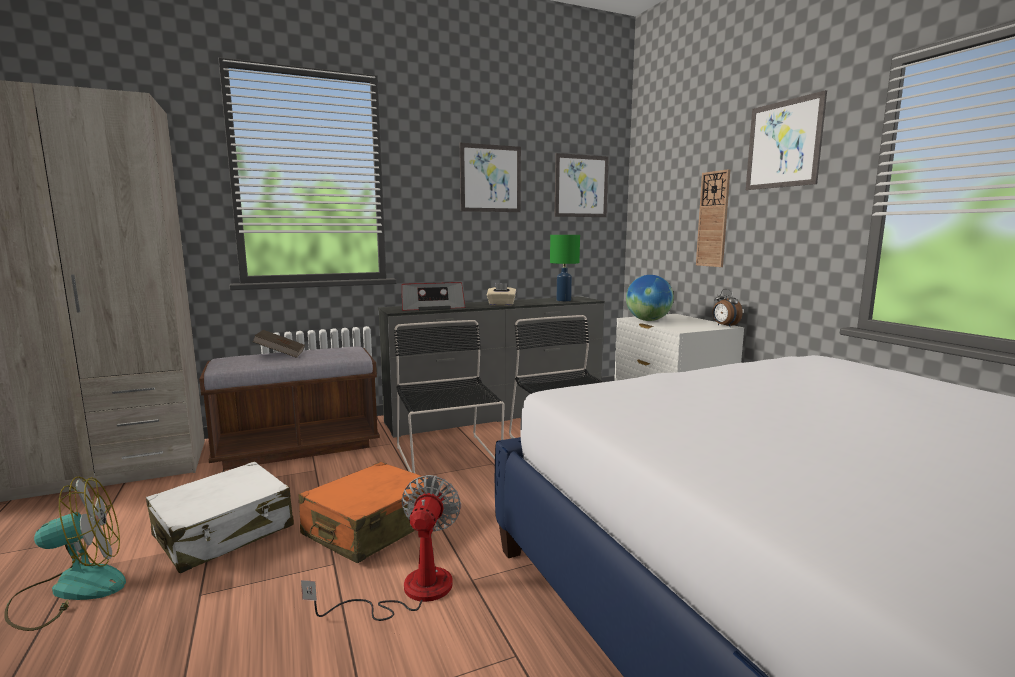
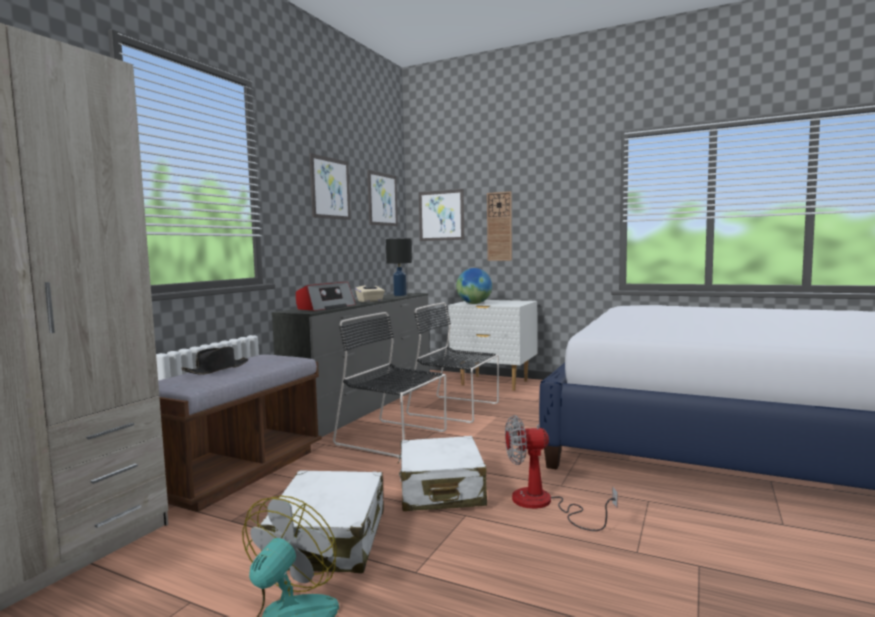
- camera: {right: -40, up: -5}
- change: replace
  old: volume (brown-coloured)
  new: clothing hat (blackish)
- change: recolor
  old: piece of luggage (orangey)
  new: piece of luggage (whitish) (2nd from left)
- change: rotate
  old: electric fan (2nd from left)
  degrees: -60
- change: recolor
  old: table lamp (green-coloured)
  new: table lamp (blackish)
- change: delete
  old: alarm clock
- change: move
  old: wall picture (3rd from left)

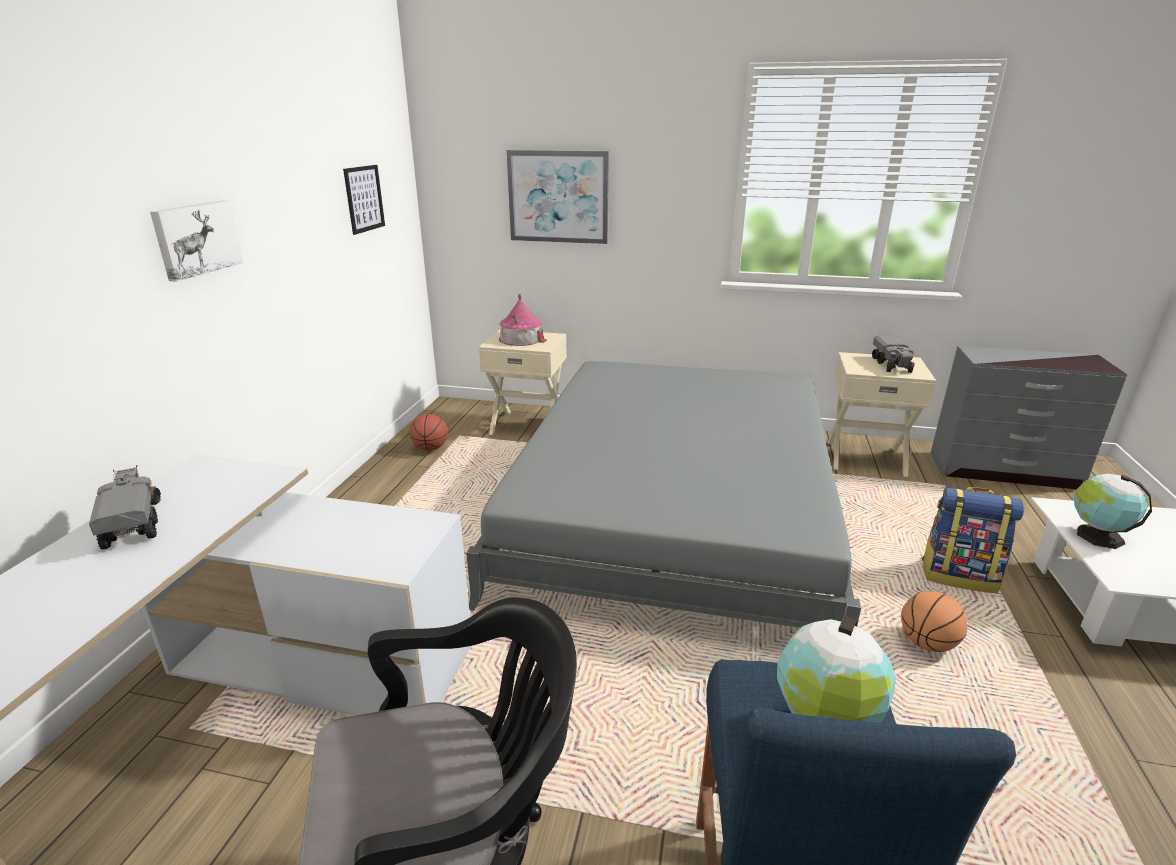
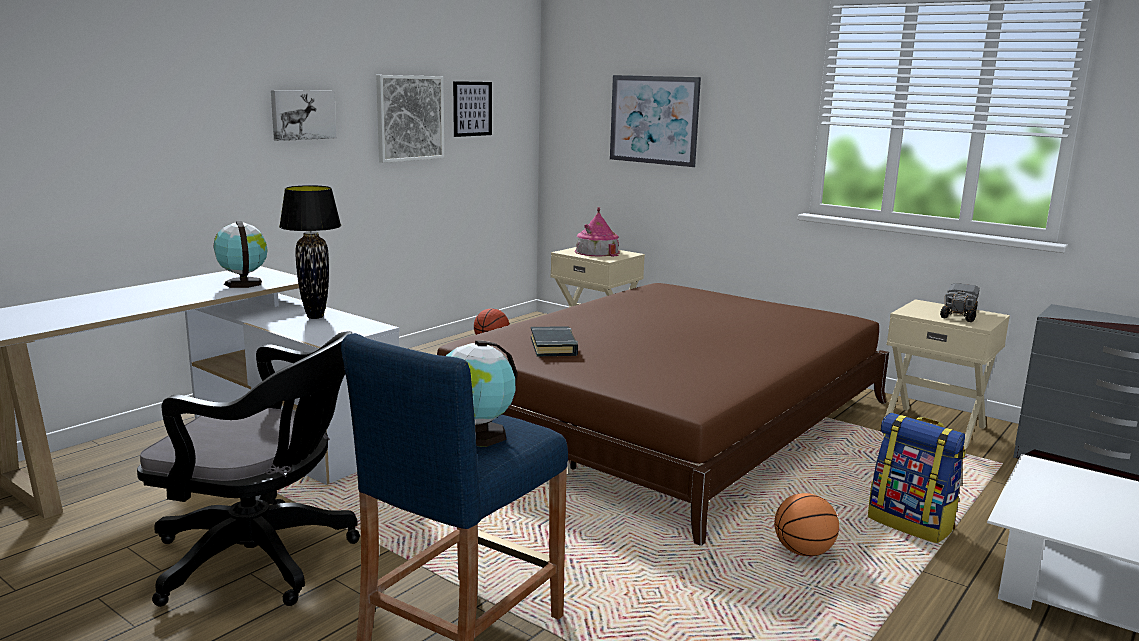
- camera: {right: 25, up: -10}
- change: delete
  old: toy lorry (1st from left)
- change: recolor
  old: sleeping bed (greyish)
  new: sleeping bed (brown-coloured)
- change: move
  old: world globe (2nd from left in the first image)
  new: world globe (1st from left)
- change: insert
  new: table lamp (blackish)
- change: insert
  new: wall picture (2nd from left)
- change: insert
  new: volume (blackish)

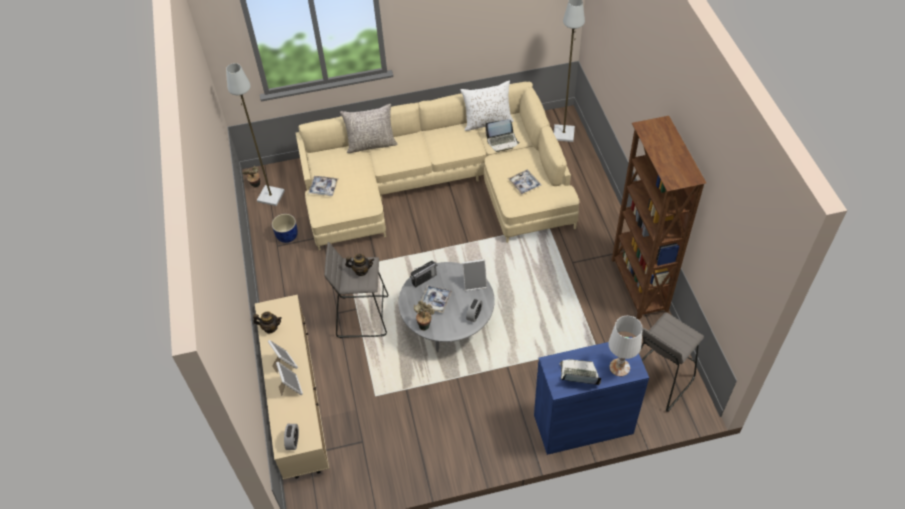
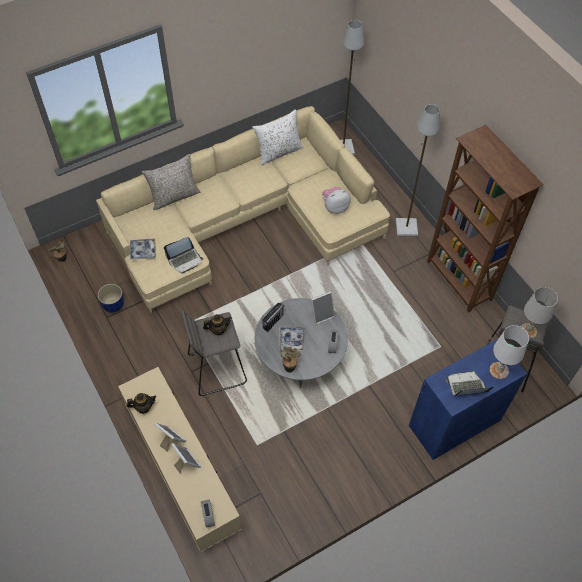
- camera: {right: -20, up: 5}
- change: move
  old: standard lamp (greyish) (1st from left in the first image)
  new: standard lamp (greyish) (2nd from left)
- change: move
  old: laptop (1st from left)
- change: replace
  old: carrying tray (3rd from left)
  new: soft toy
- change: insert
  new: table lamp (whitish) (2nd from left)

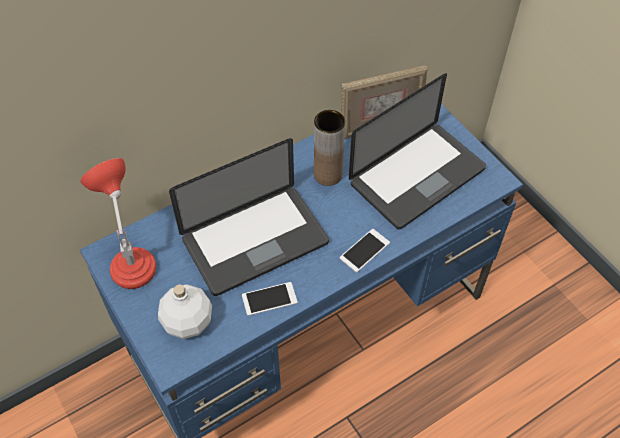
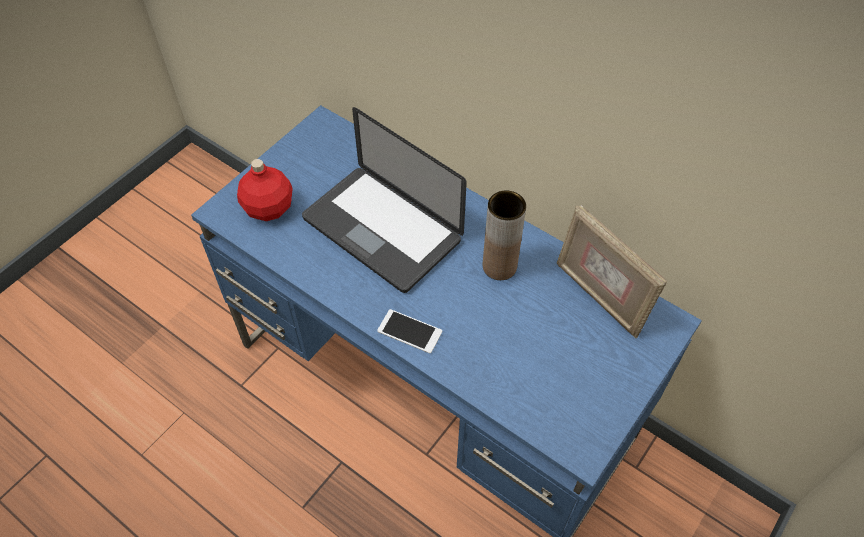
- camera: {right: 70, up: 0}
- change: delete
  old: table lamp (red-coloured)
- change: recolor
  old: bottle (whitish)
  new: bottle (red-coloured)
- change: delete
  old: phone (1st from left)
- change: delete
  old: laptop (2nd from left)

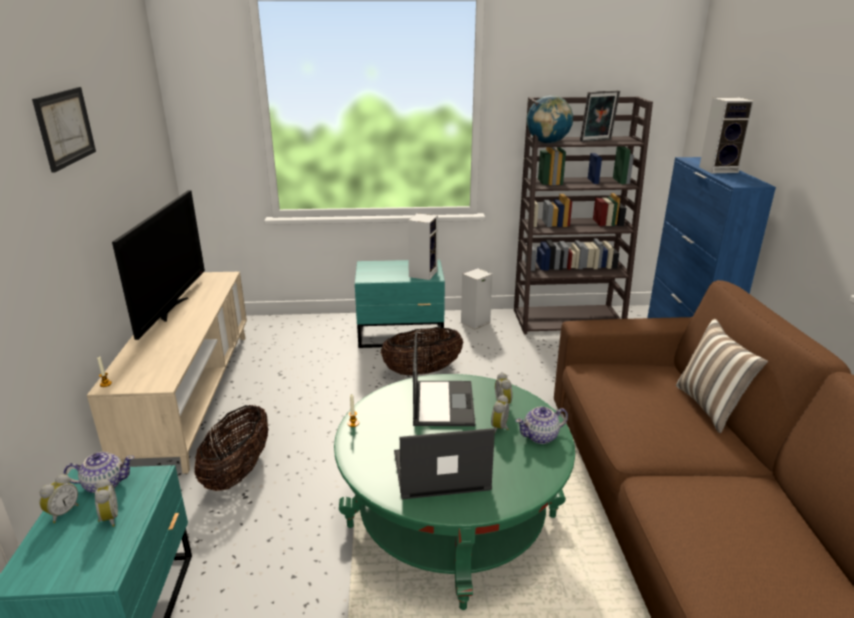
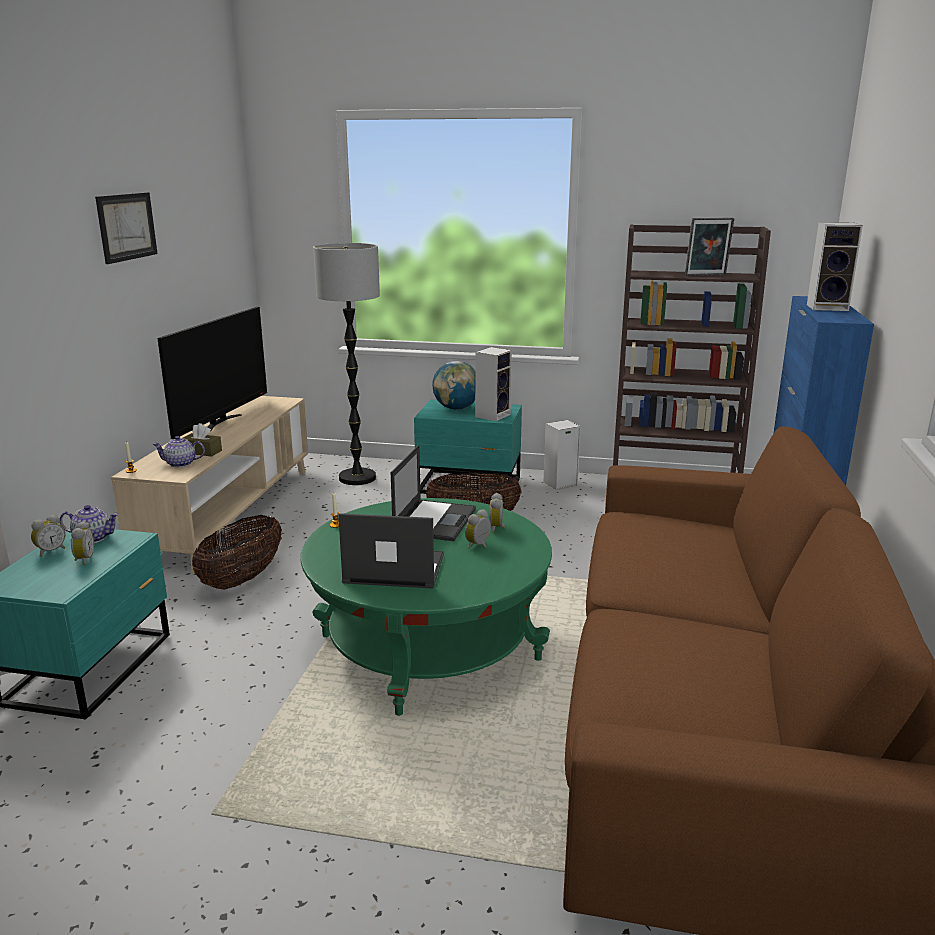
- camera: {right: 15, up: -5}
- change: move
  old: teapot (2nd from left)
- change: move
  old: world globe
- change: delete
  old: throw pillow
- change: insert
  new: tissue holder (brown-coloured)
- change: insert
  new: standard lamp

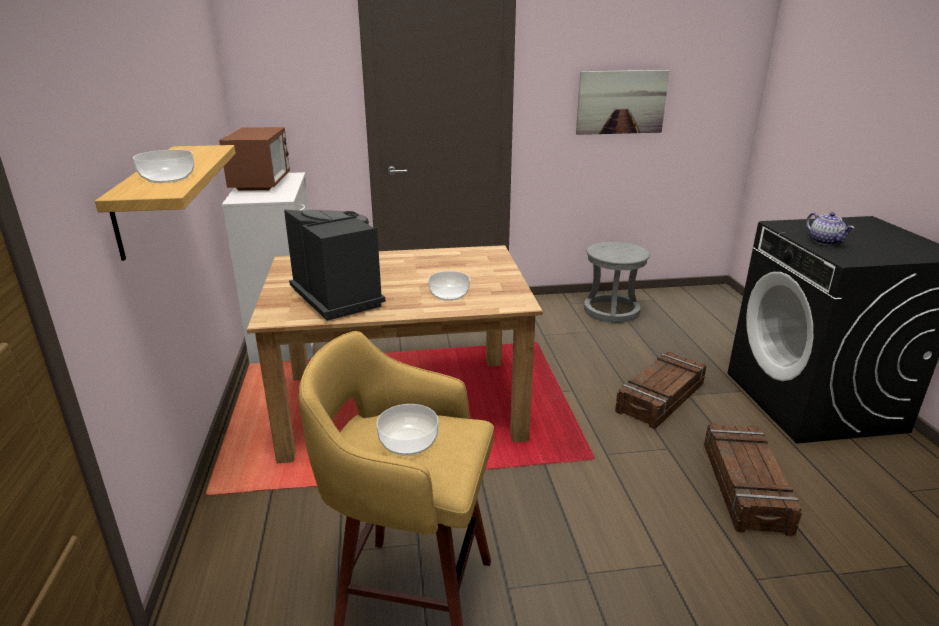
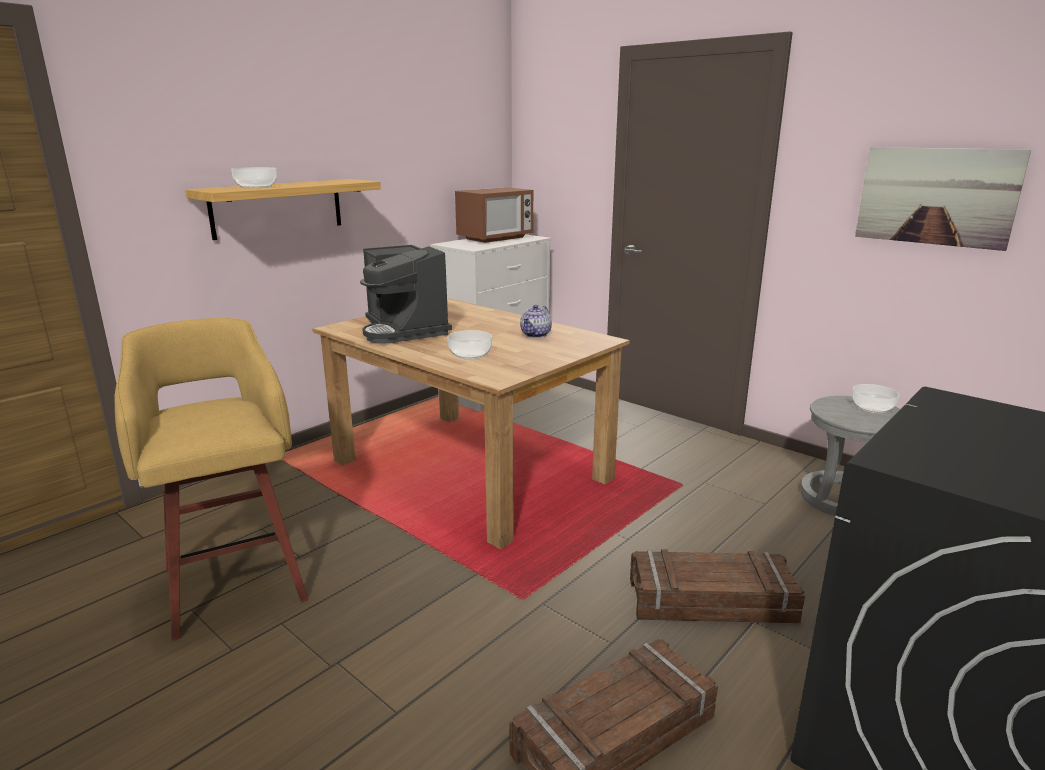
- camera: {right: 50, up: -5}
- change: rotate
  old: coffee brewer
  degrees: 135
- change: move
  old: bowl (2nd from left in the first image)
  new: bowl (3rd from left)
- change: move
  old: teapot

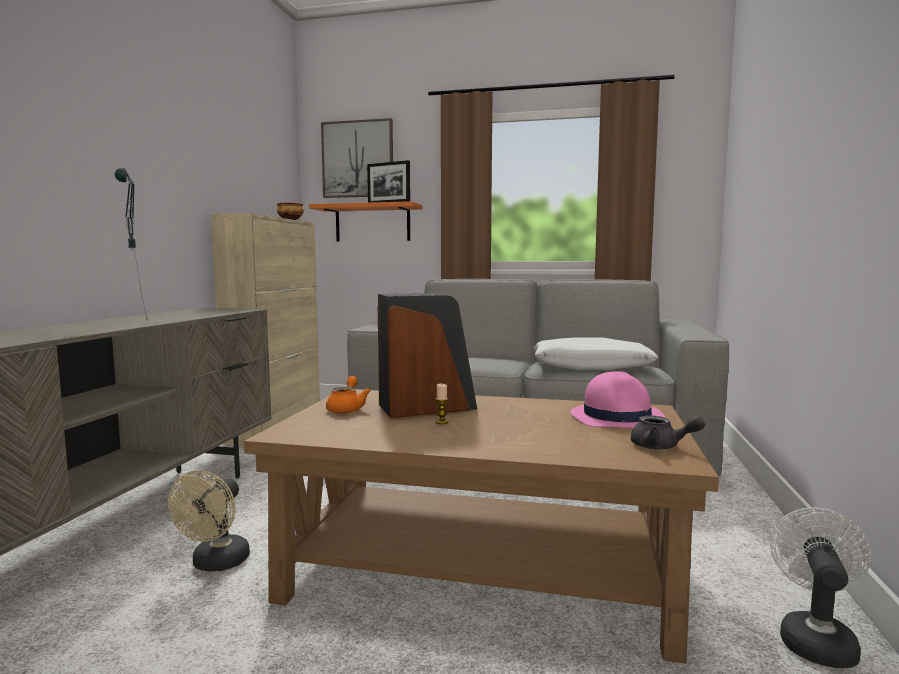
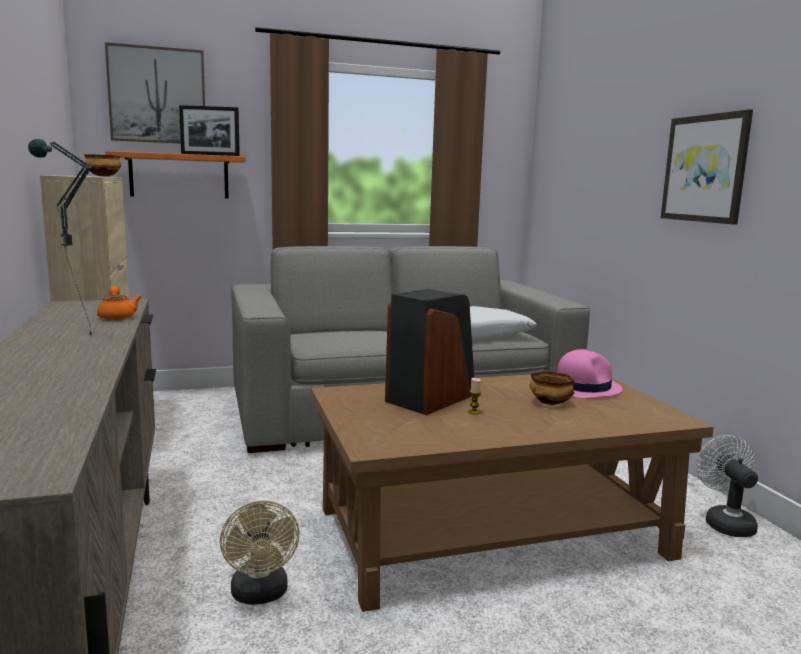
- camera: {right: -30, up: 5}
- change: move
  old: teapot (orangey)
- change: delete
  old: teapot (greyish)
- change: insert
  new: bowl (2nd from left)
- change: insert
  new: wall picture (2nd from left)

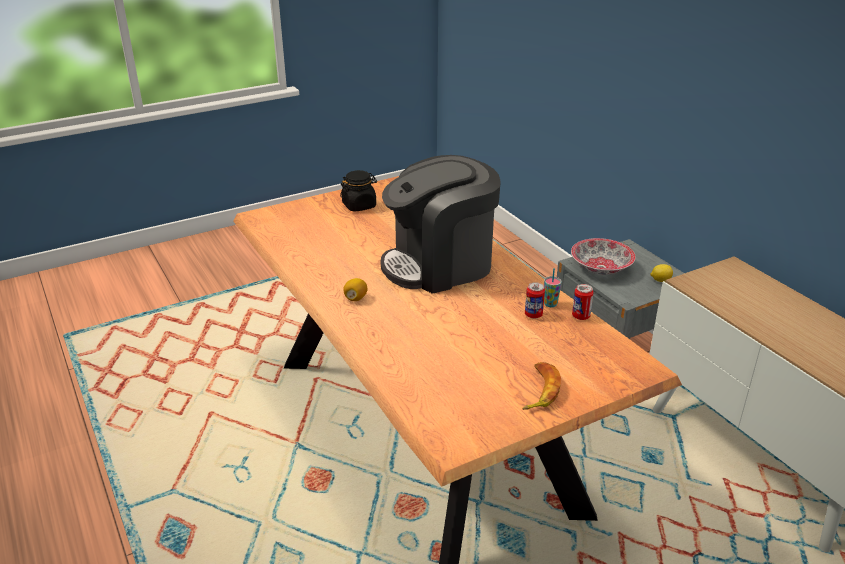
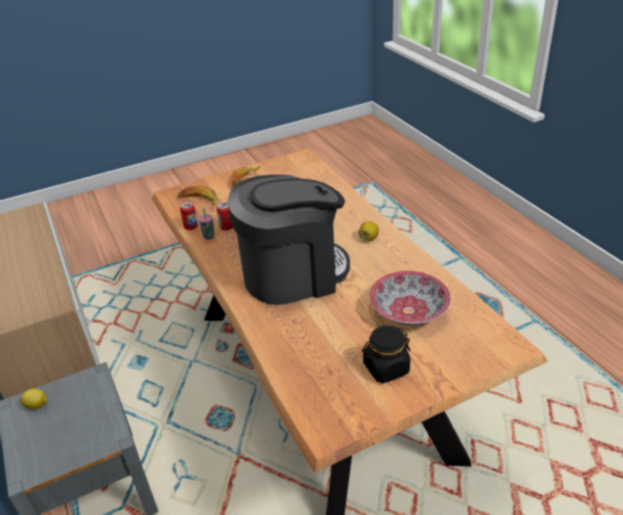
- camera: {right: -175, up: 5}
- change: move
  old: bowl
- change: insert
  new: banana (1st from left)

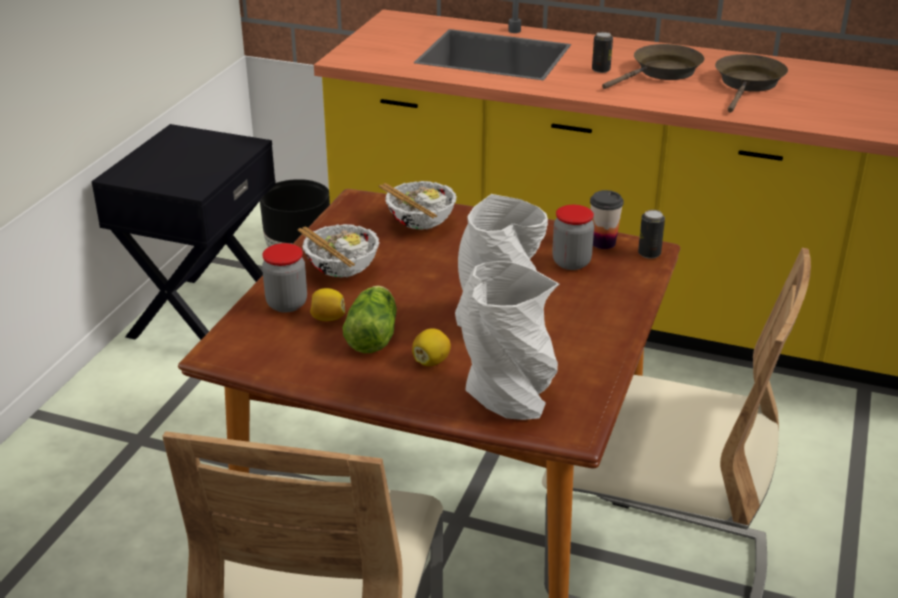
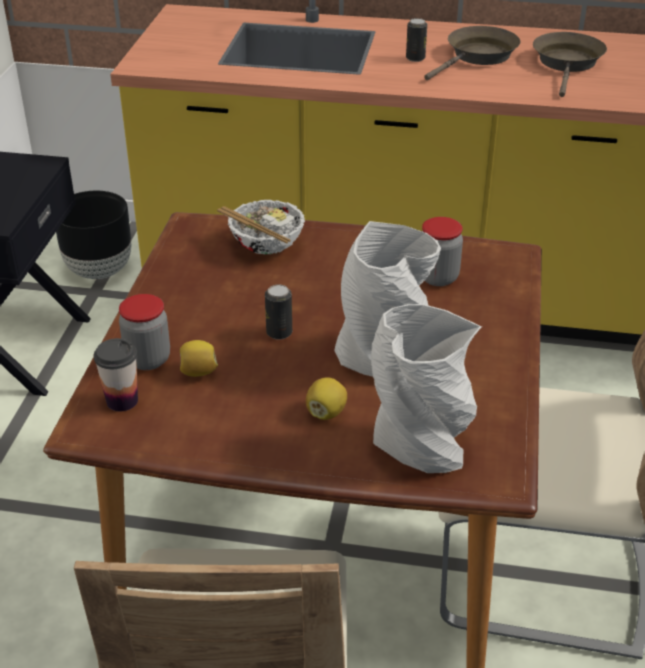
- camera: {right: -10, up: 5}
- change: delete
  old: bowl (1st from left)
- change: delete
  old: lettuce head
- change: move
  old: drinking cup
- change: move
  old: can (2nd from left in the first image)
  new: can (1st from left)

